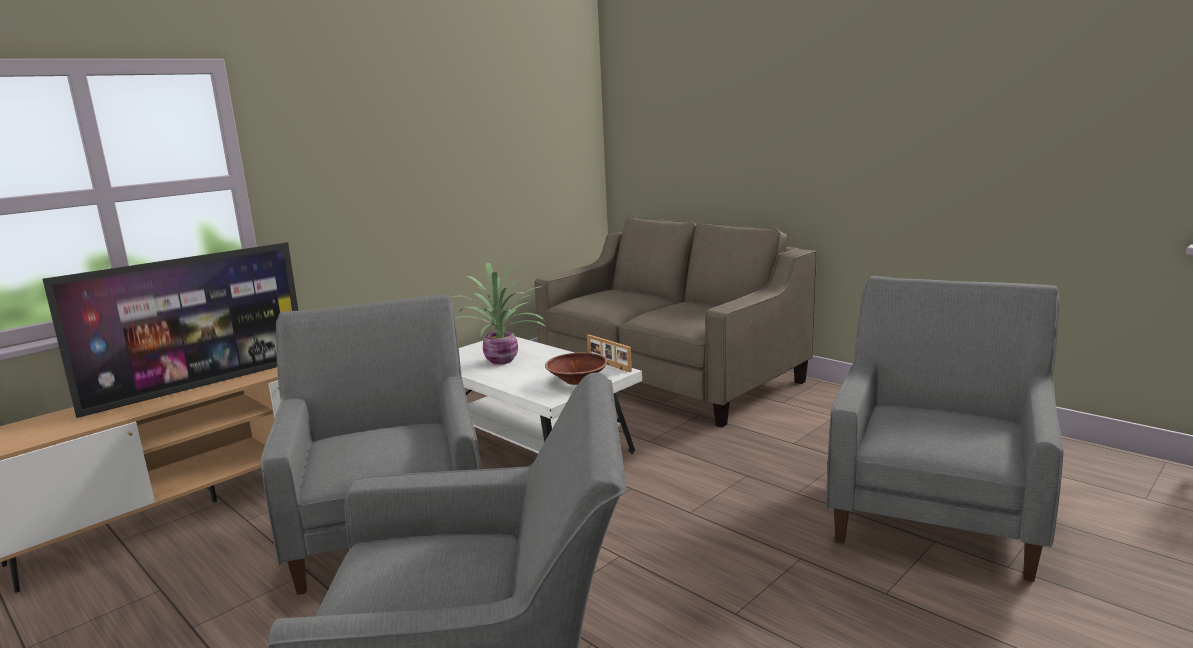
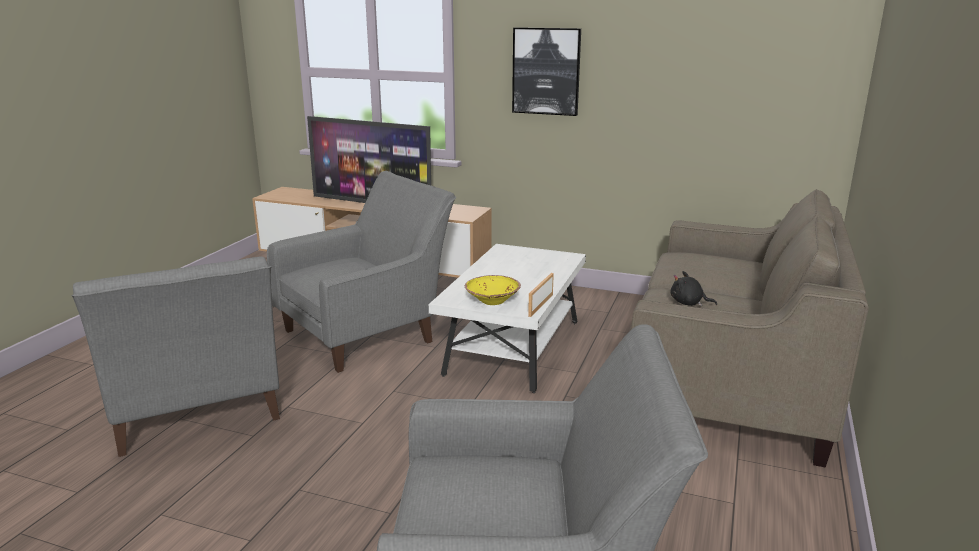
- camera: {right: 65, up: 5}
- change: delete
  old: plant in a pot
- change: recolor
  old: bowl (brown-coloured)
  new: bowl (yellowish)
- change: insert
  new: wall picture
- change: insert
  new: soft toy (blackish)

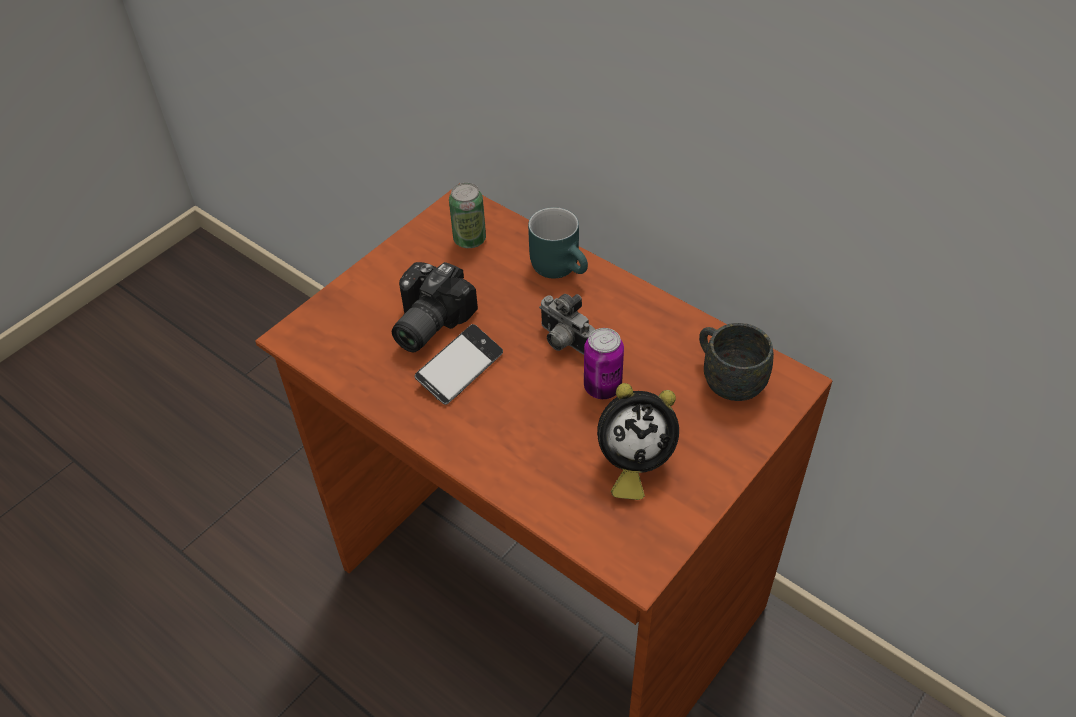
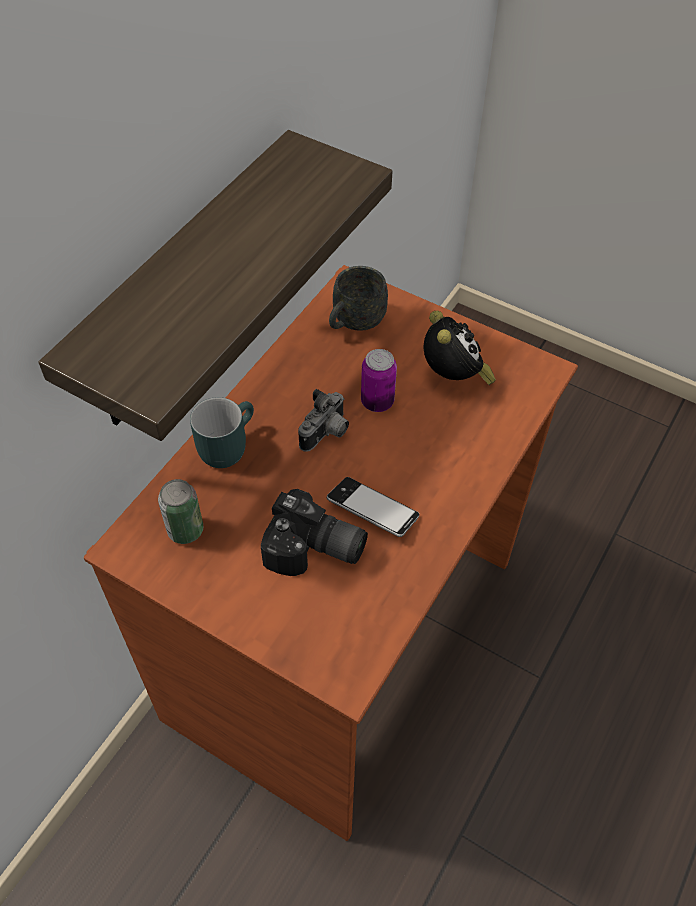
- camera: {right: -100, up: 5}
- change: insert
  new: bracket shelf

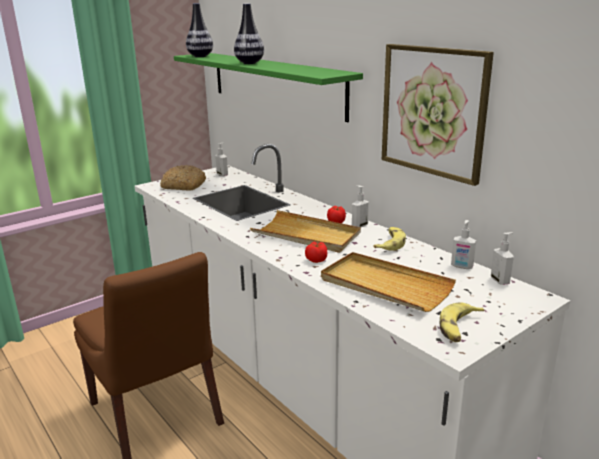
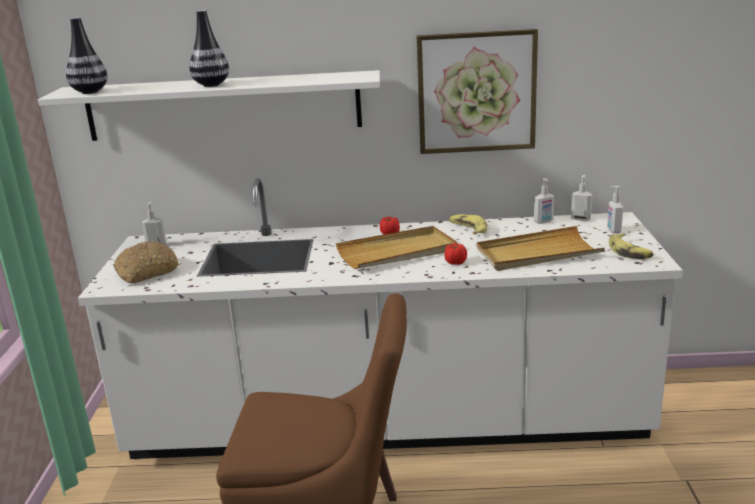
- camera: {right: -50, up: 0}
- change: recolor
  old: bracket shelf (green-coloured)
  new: bracket shelf (whitish)
- change: move
  old: liquid soap bottle (2nd from left in the first image)
  new: liquid soap bottle (4th from left)

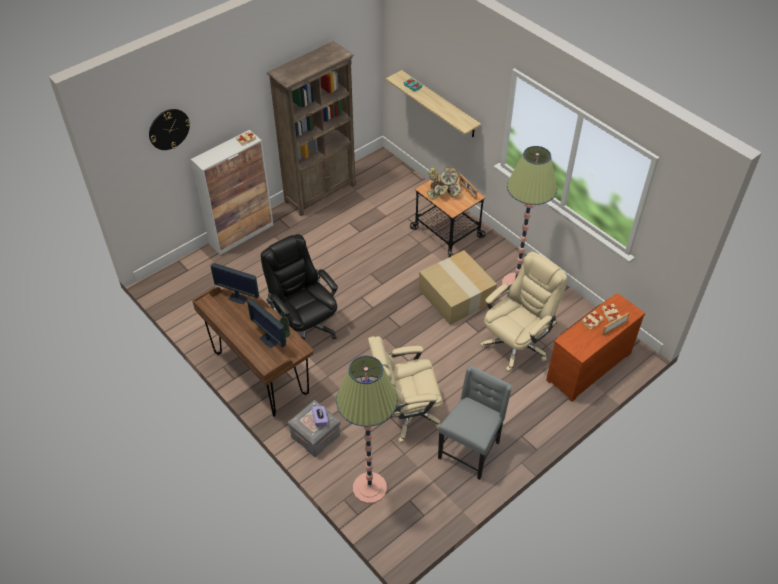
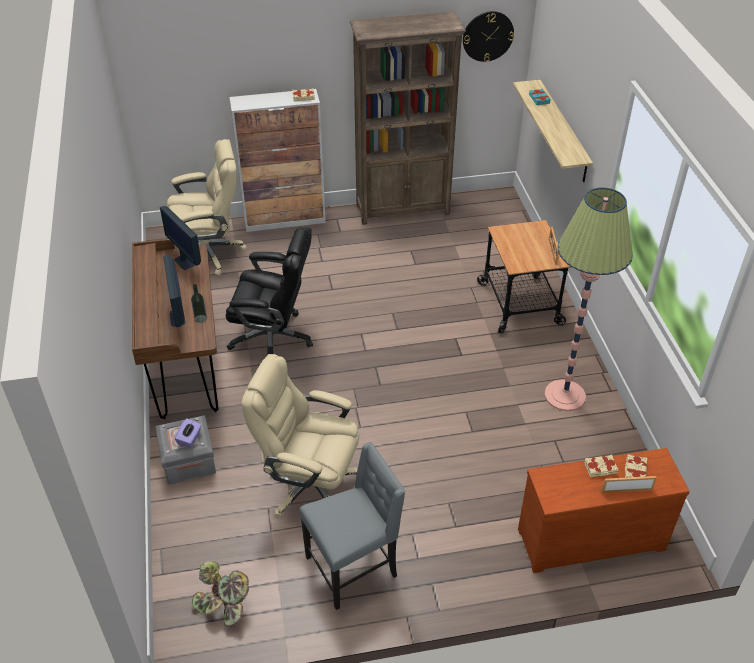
- camera: {right: 30, up: -5}
- change: move
  old: clock on the wall
- change: rotate
  old: computer chair (blackish)
  degrees: 105
- change: delete
  old: standard lamp (1st from left)
- change: delete
  old: packing box
- change: move
  old: plant in a pot
- change: move
  old: computer chair (beige) (2nd from left in the first image)
  new: computer chair (beige) (1st from left)

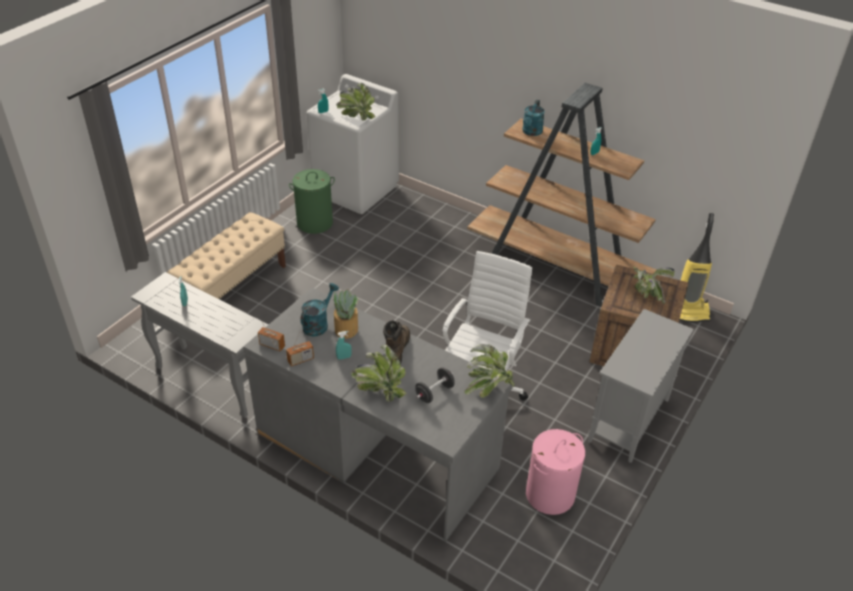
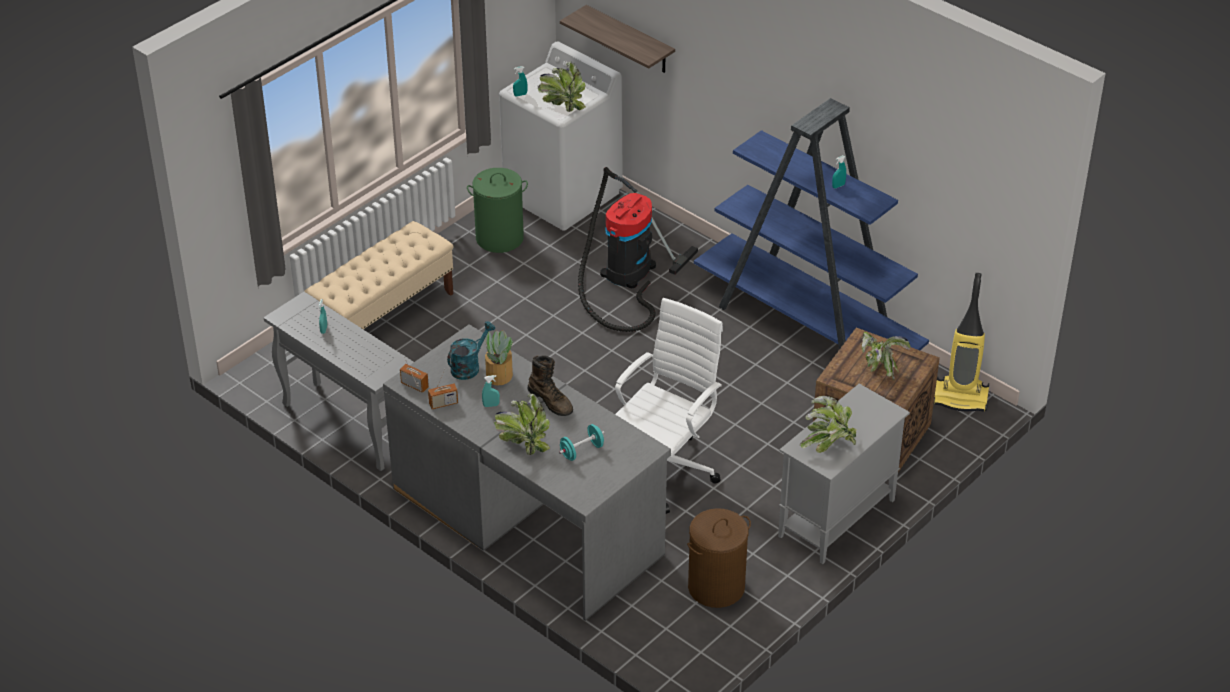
- camera: {right: 10, up: 0}
- change: rotate
  old: tall boot (brown-coloured)
  degrees: 120
- change: recolor
  old: hand weight (blackish)
  new: hand weight (turquoise)
- change: move
  old: plant in a pot (4th from left)
- change: recolor
  old: bookshelf (brown-coloured)
  new: bookshelf (blue-coloured)
- change: delete
  old: watering can (turquoise) (2nd from left)
- change: recolor
  old: laundry basket (pink-coloured)
  new: laundry basket (brown-coloured)
- change: insert
  new: bracket shelf
- change: insert
  new: vacuum cleaner (1st from left)

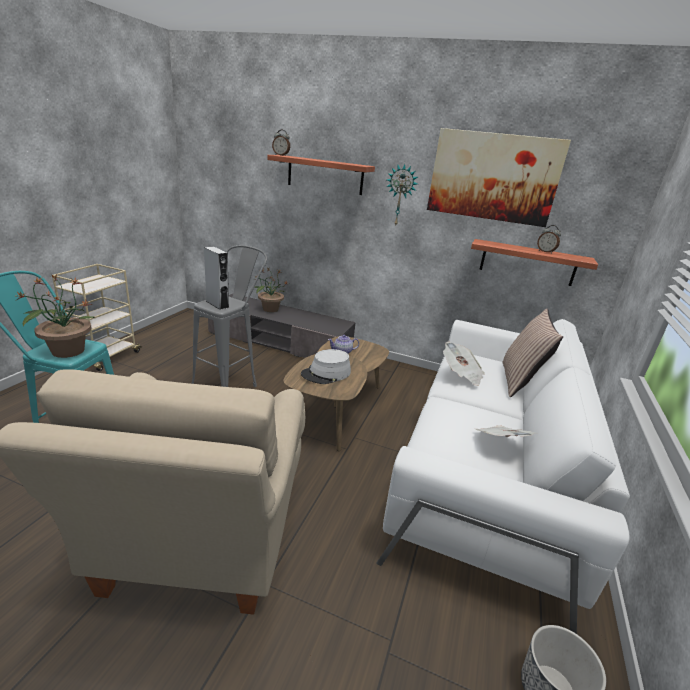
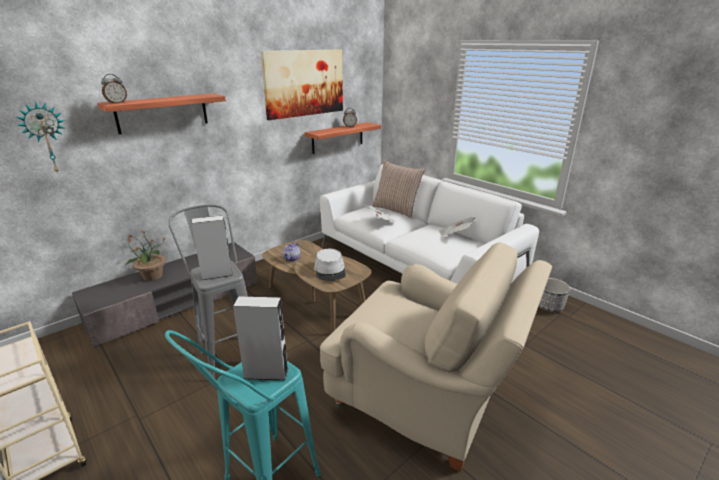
- camera: {right: -60, up: 0}
- change: replace
  old: plant in a pot (1st from left)
  new: speaker (greyish) (2nd from left)
- change: move
  old: clock on the wall

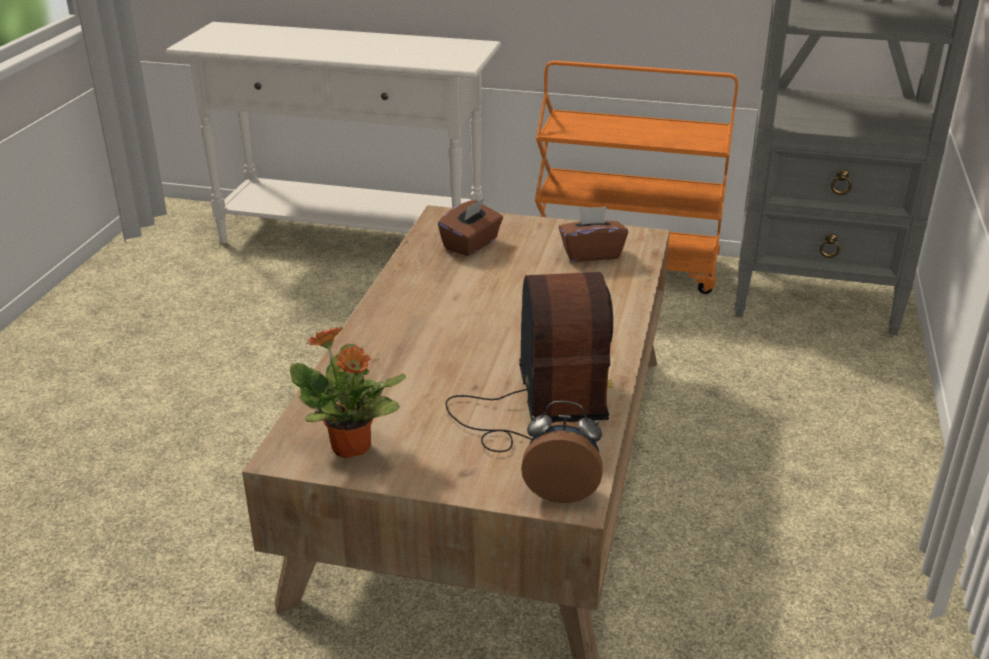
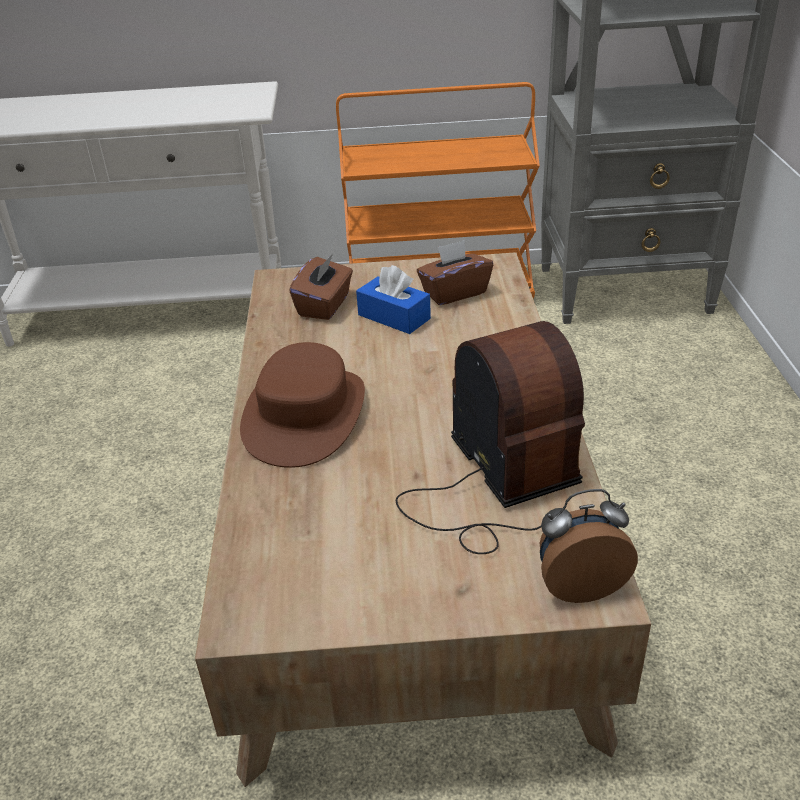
- camera: {right: -15, up: 5}
- change: delete
  old: plant in a pot
- change: insert
  new: clothing hat (brown-coloured)
- change: insert
  new: tissue holder (blue-coloured)

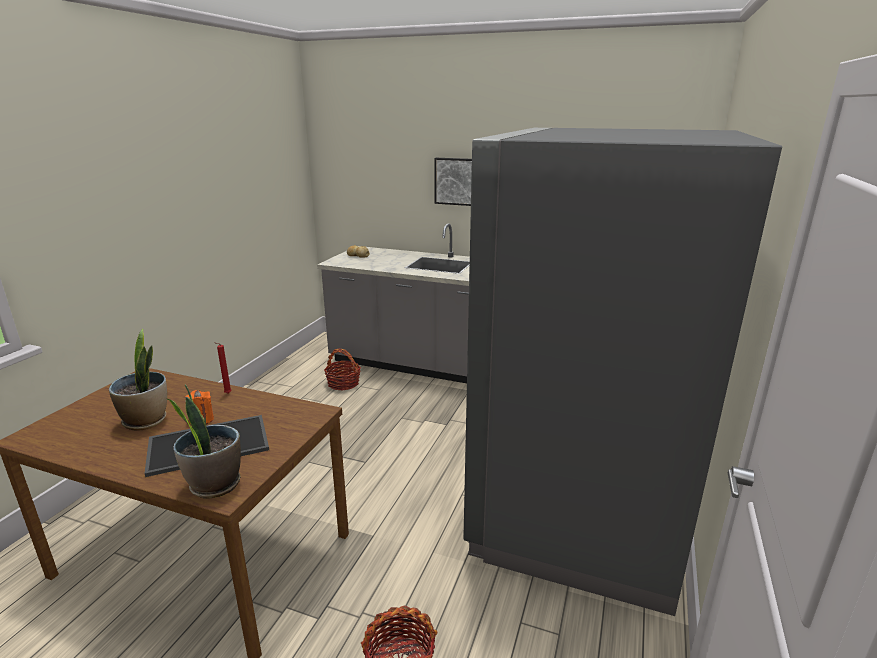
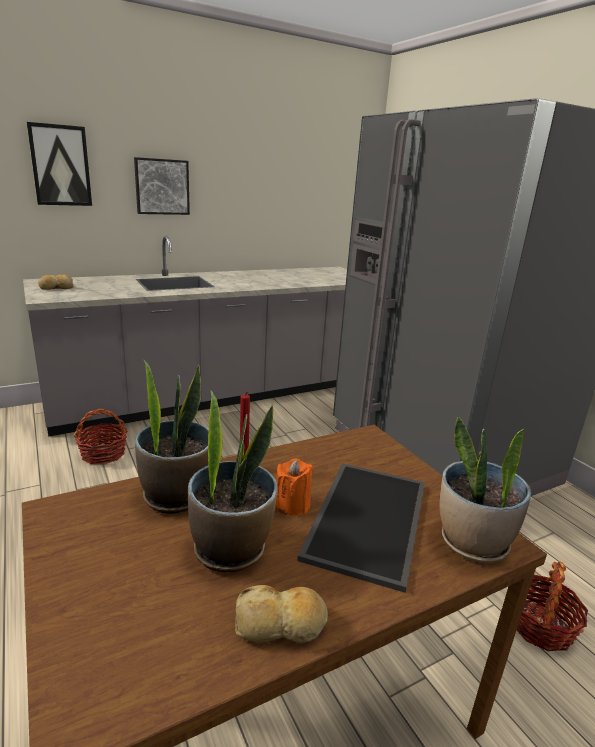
- camera: {right: -50, up: 0}
- change: insert
  new: wall picture (1st from left)
- change: insert
  new: plant in a pot (1st from left)
- change: insert
  new: baked bread (2nd from left)

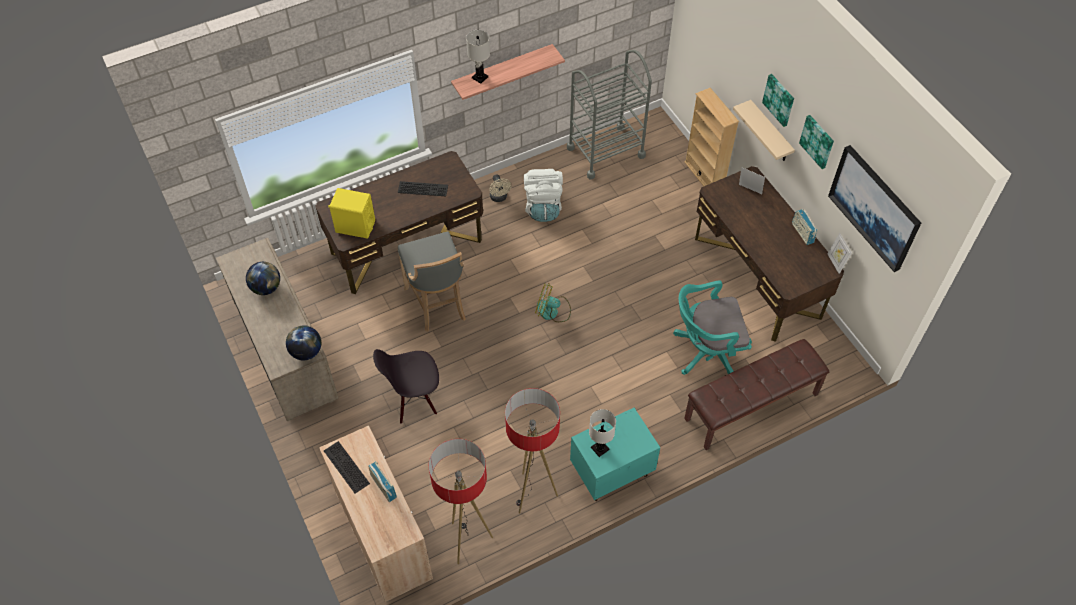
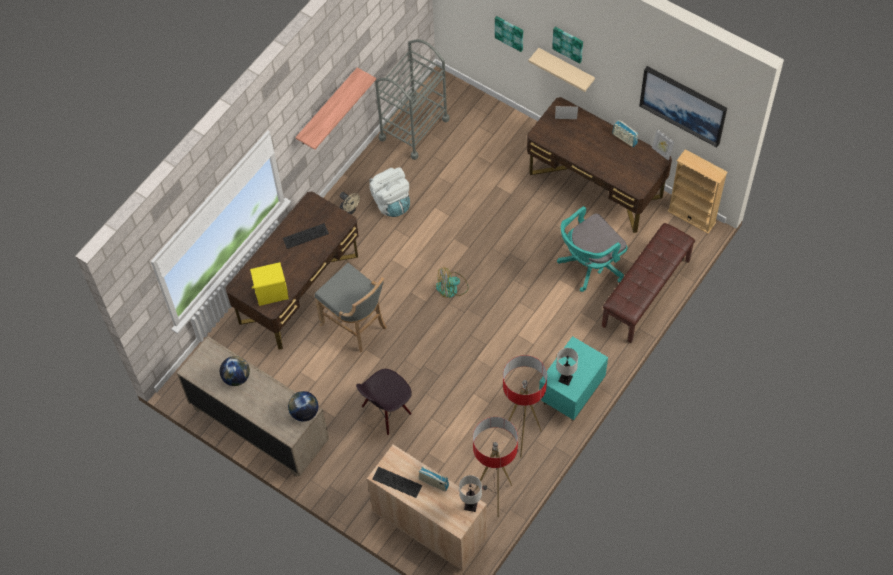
- camera: {right: -25, up: 5}
- change: move
  old: table lamp (whitish) (1st from left)
- change: move
  old: bookshelf (beige)
- change: move
  old: wall picture (2nd from left in the first image)
  new: wall picture (1st from left)

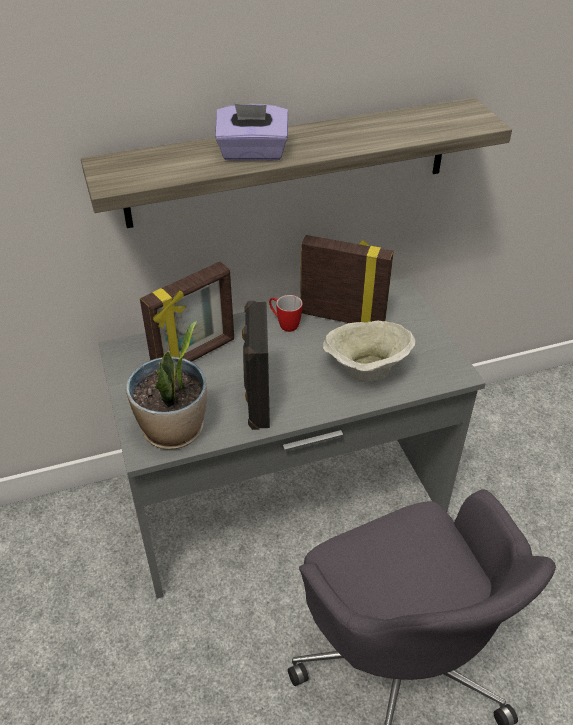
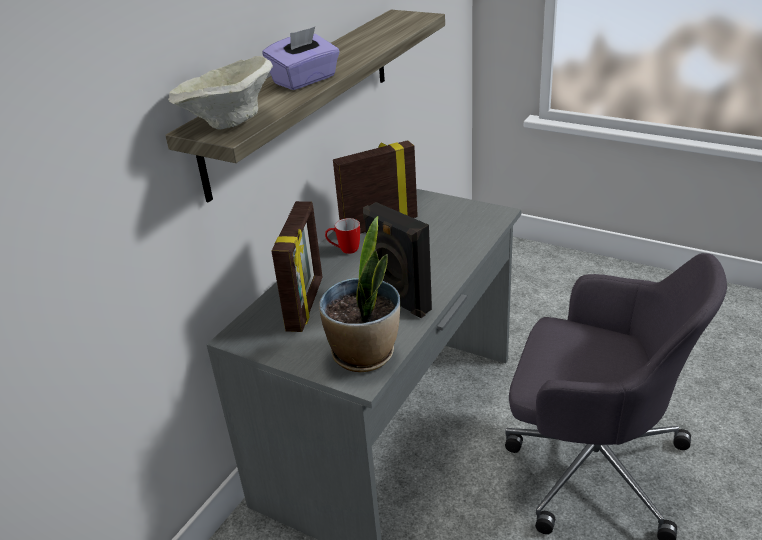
- camera: {right: -40, up: -10}
- change: move
  old: bowl (beige)

